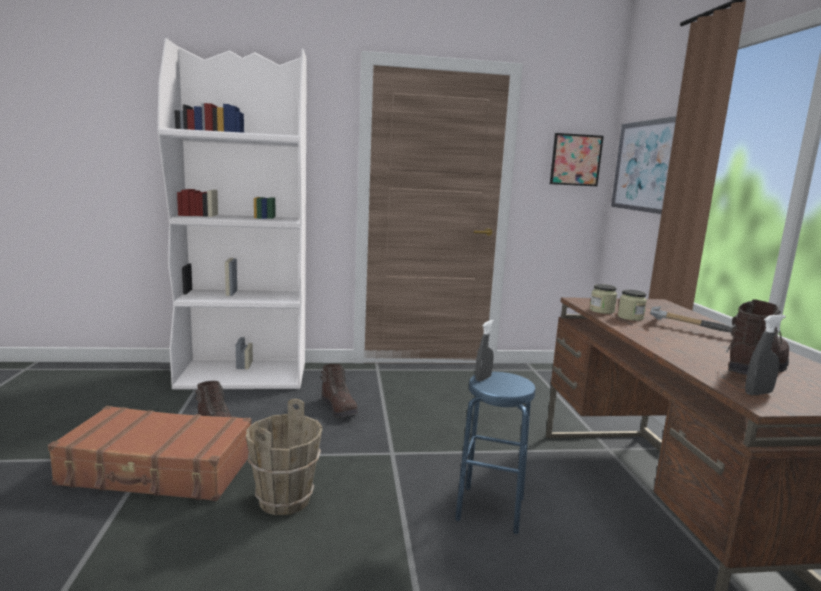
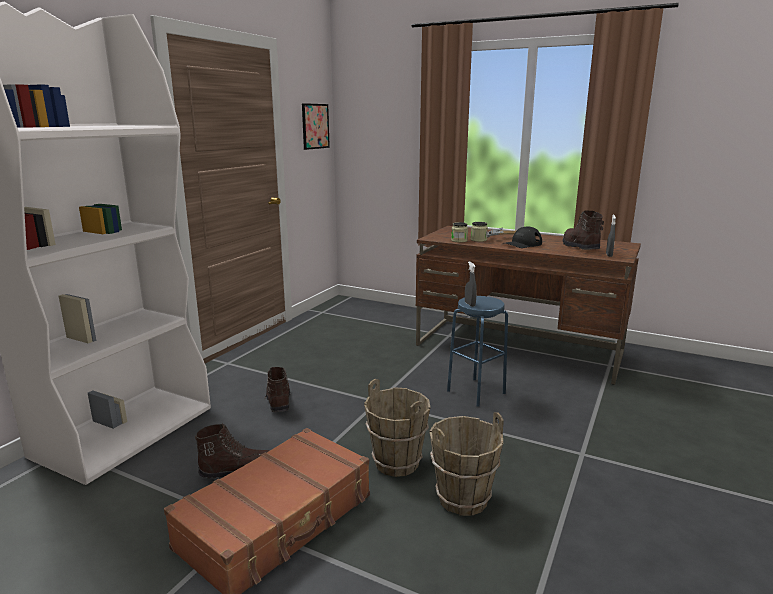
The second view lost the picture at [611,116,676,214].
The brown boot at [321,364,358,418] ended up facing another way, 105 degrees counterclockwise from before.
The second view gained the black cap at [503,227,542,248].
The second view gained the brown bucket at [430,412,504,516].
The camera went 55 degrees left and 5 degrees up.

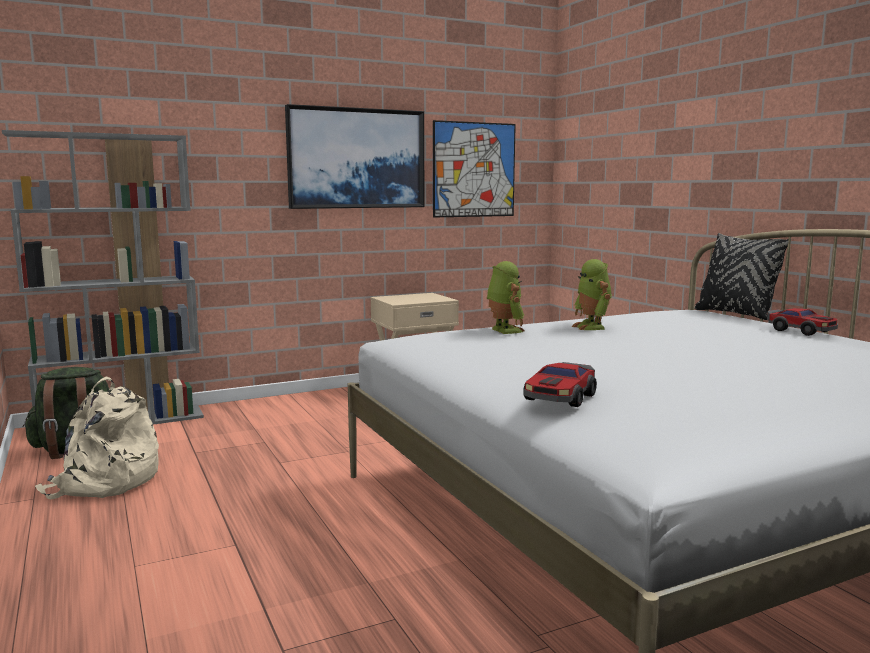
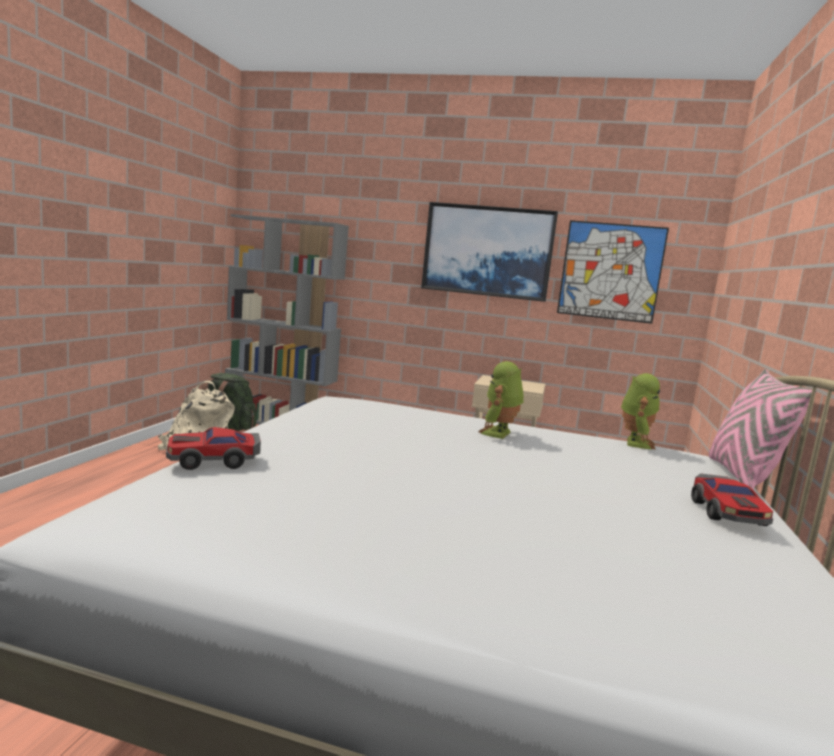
What was the black pillow at [694,233,789,320] turned into the pink pillow at [709,369,817,490].
The toy robot ended up elsewhere, having gone from [487,261,525,334] to [621,373,660,450].
The camera went 40 degrees right and 0 degrees up.

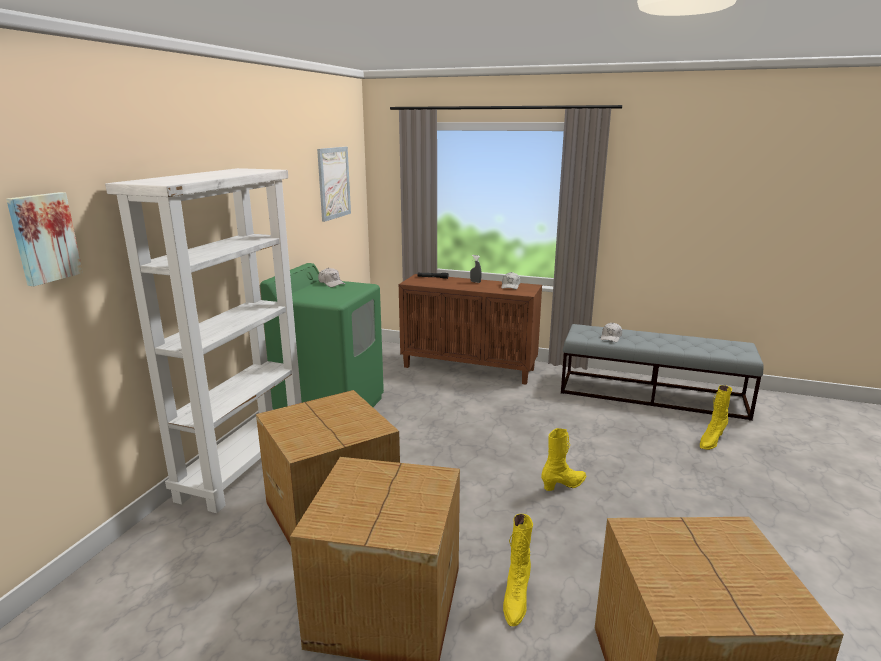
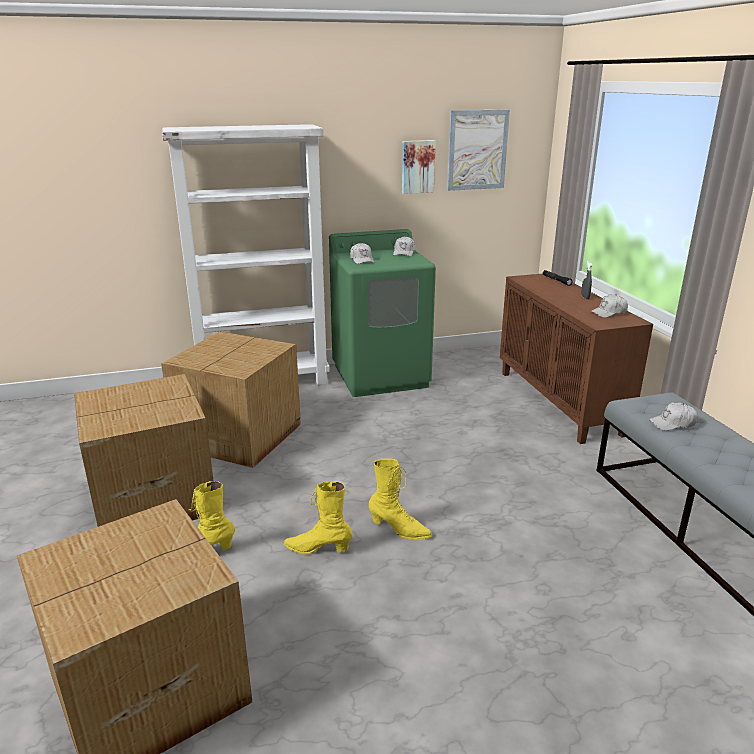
The picture ended up elsewhere, having gone from [6,192,83,286] to [402,140,436,194].
The yellow boot ended up elsewhere, having gone from [700,385,732,450] to [284,481,353,554].
The second view gained the white cap at [350,243,374,264].
The camera went 55 degrees right and 5 degrees up.

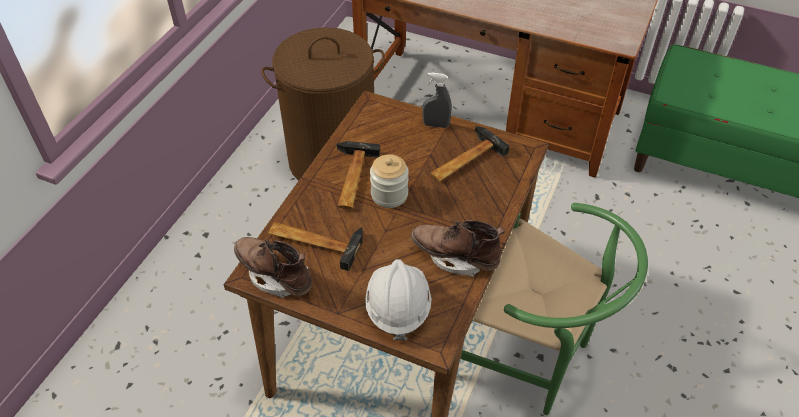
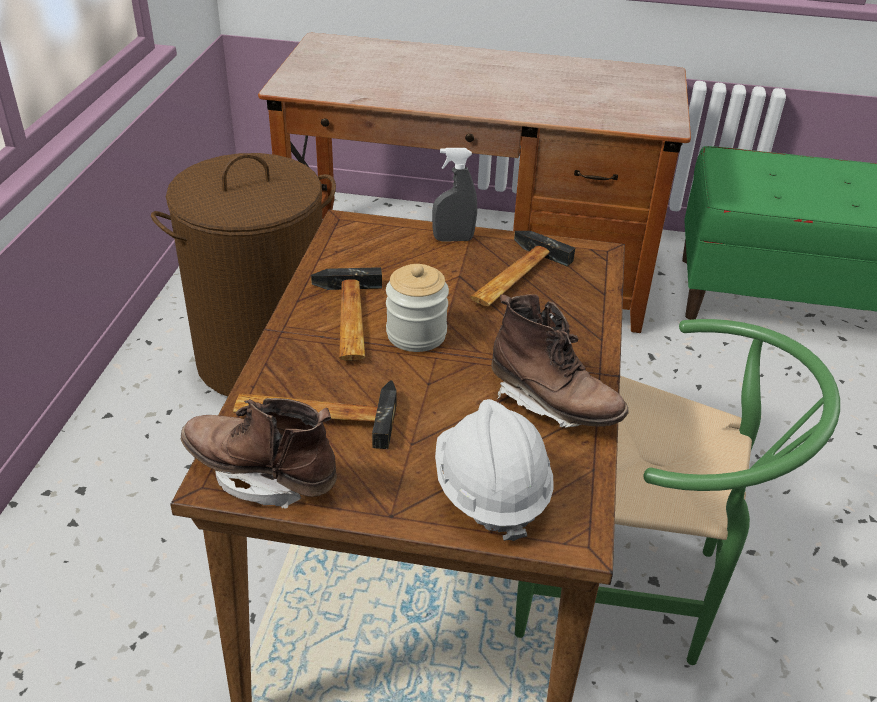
The brown boot at [411,220,505,277] ended up facing another way, 150 degrees counterclockwise from before.
The camera went 15 degrees left and 10 degrees down.

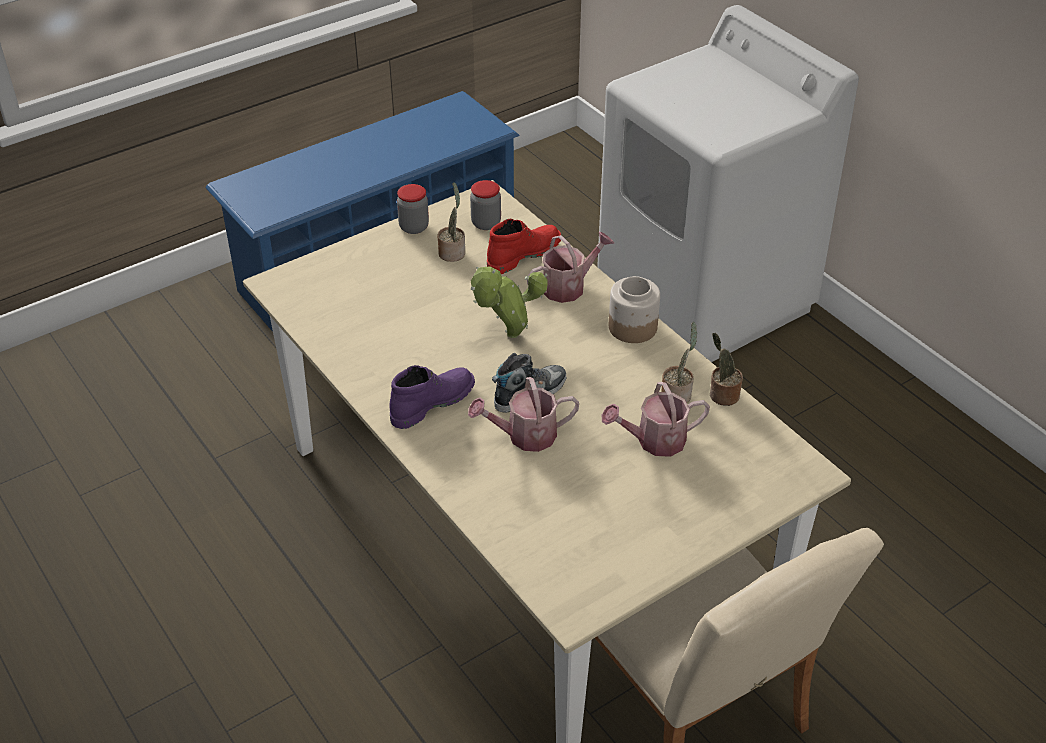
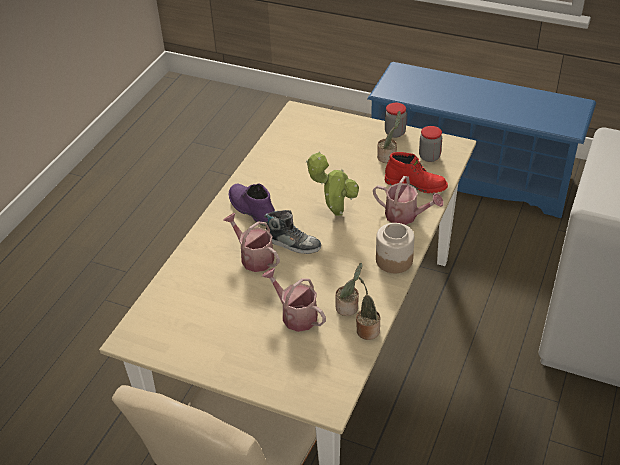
The purple boot at [389,365,475,429] ended up facing another way, 150 degrees counterclockwise from before.
The camera went 60 degrees right and 0 degrees up.

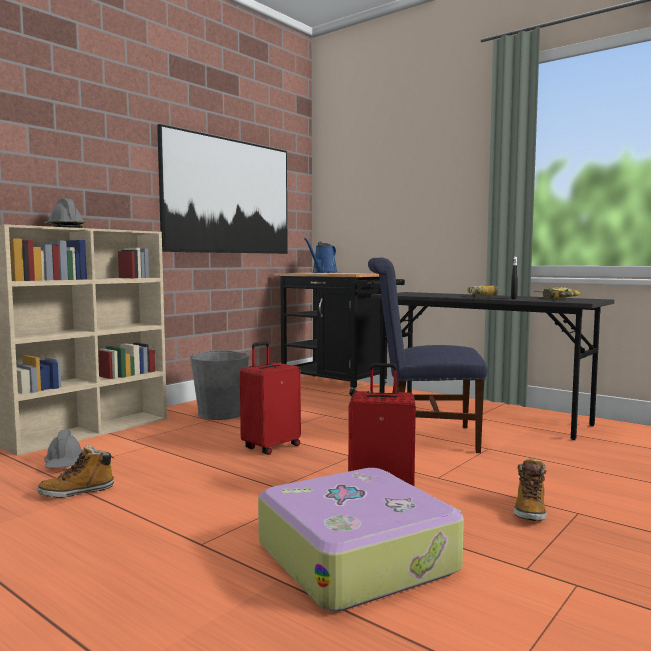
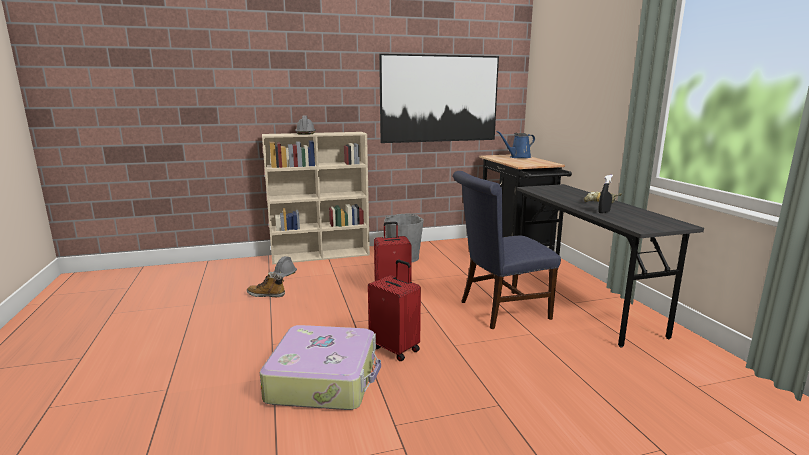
The blue chair at [368,258,488,453] ended up facing another way, 60 degrees counterclockwise from before.
The second view lost the power drill at [534,287,580,299].
The second view lost the boot at [513,458,547,521].
The camera went 35 degrees right and 10 degrees up.

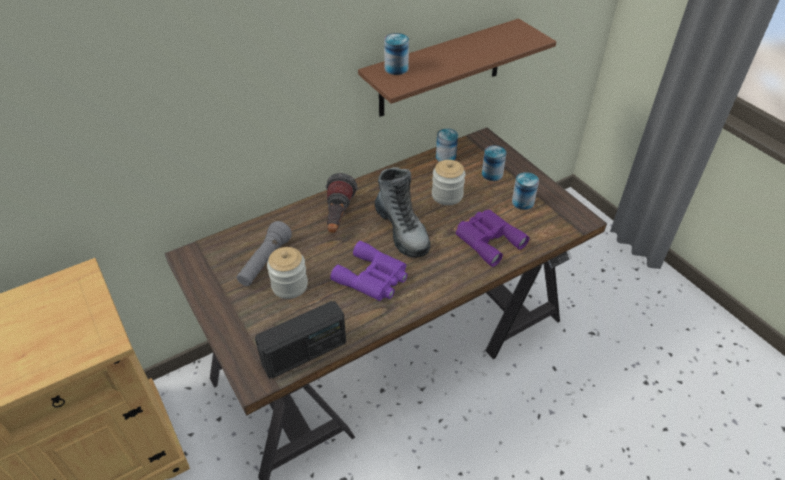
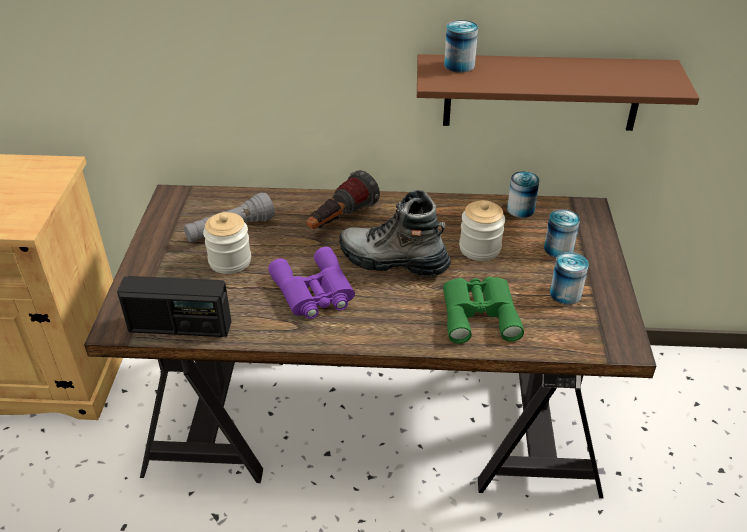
The boot at [375,167,430,258] ended up facing another way, 105 degrees clockwise from before.
What was the purple binoculars at [456,210,530,267] turned into the green binoculars at [443,277,524,344].
The camera went 35 degrees right and 5 degrees down.

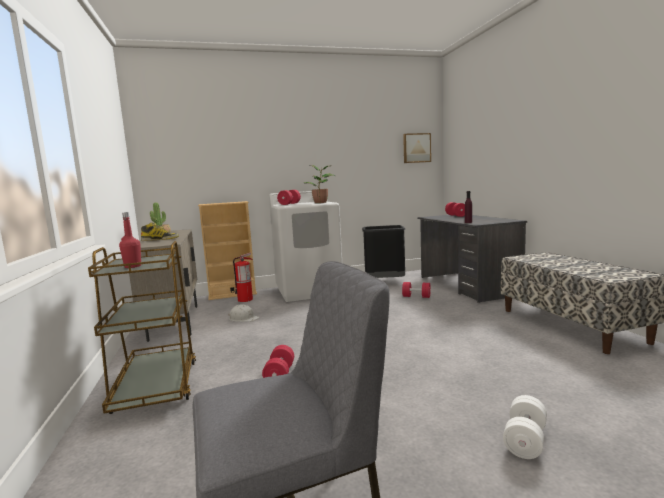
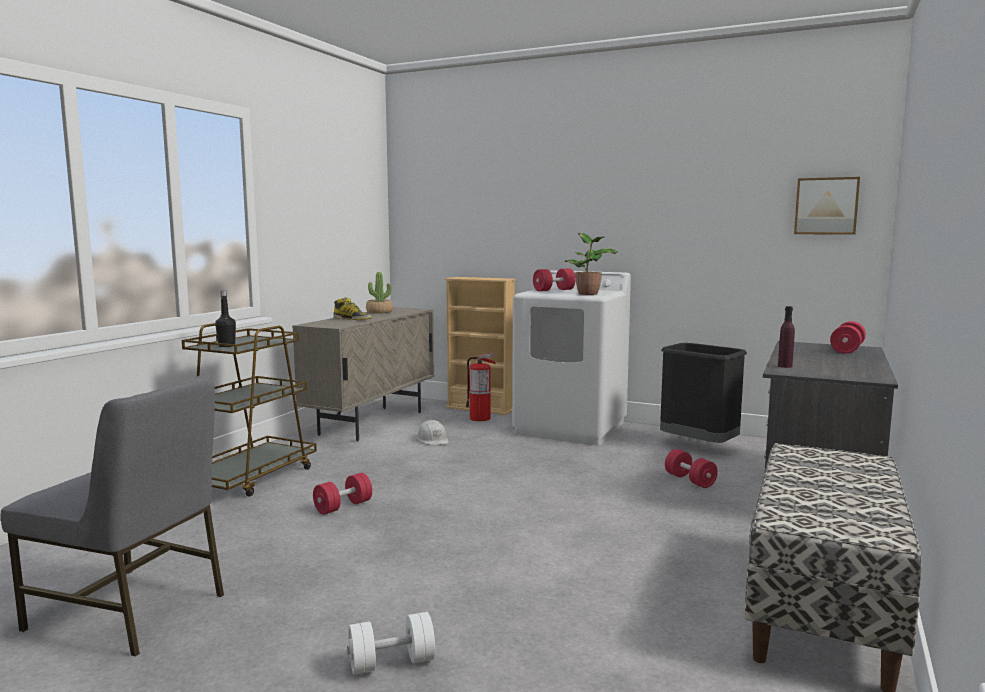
What was the red bottle at [119,212,141,268] turned into the black bottle at [215,291,236,347].
The camera went 40 degrees right and 0 degrees up.

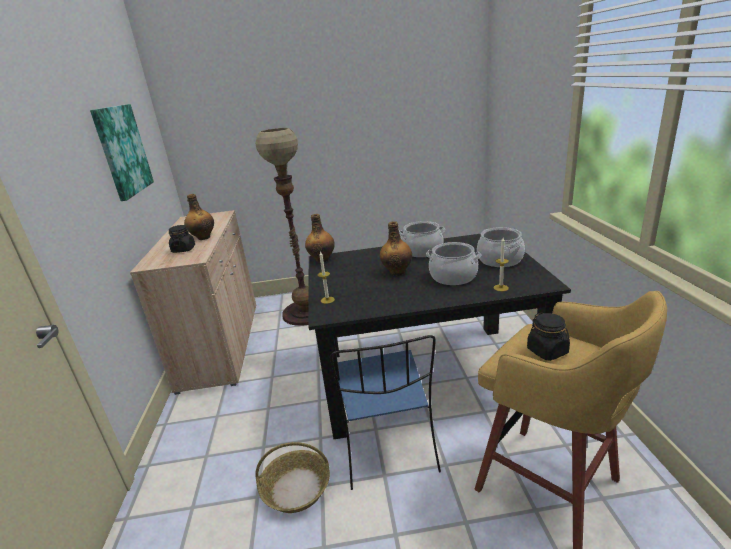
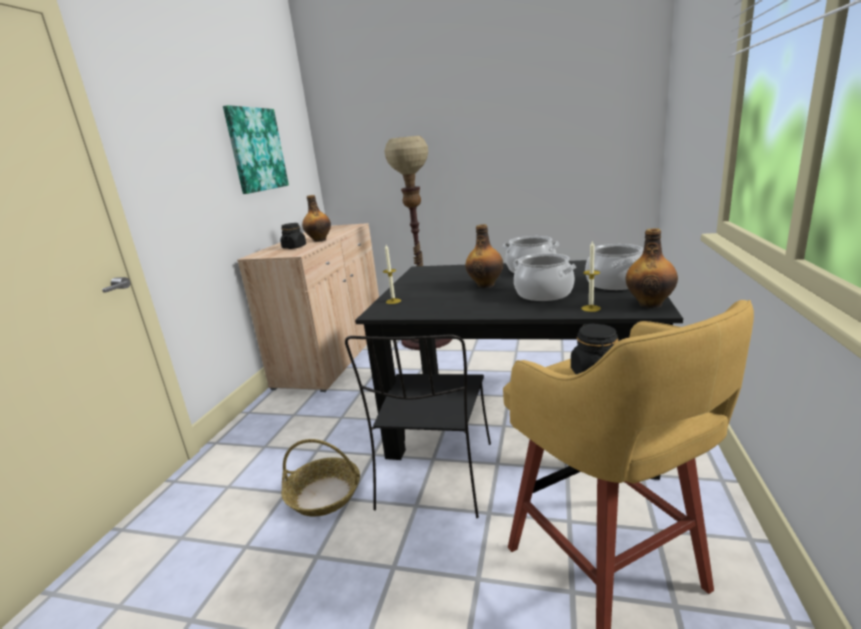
The bottle ended up elsewhere, having gone from [305,214,335,263] to [626,228,678,308].
What was the blue chair at [330,335,441,490] turned into the black chair at [345,335,491,518].
The camera went 20 degrees right and 5 degrees down.

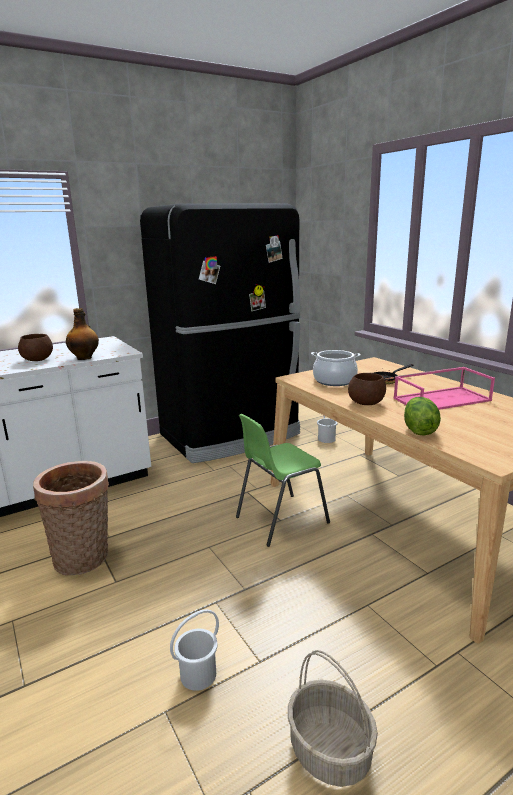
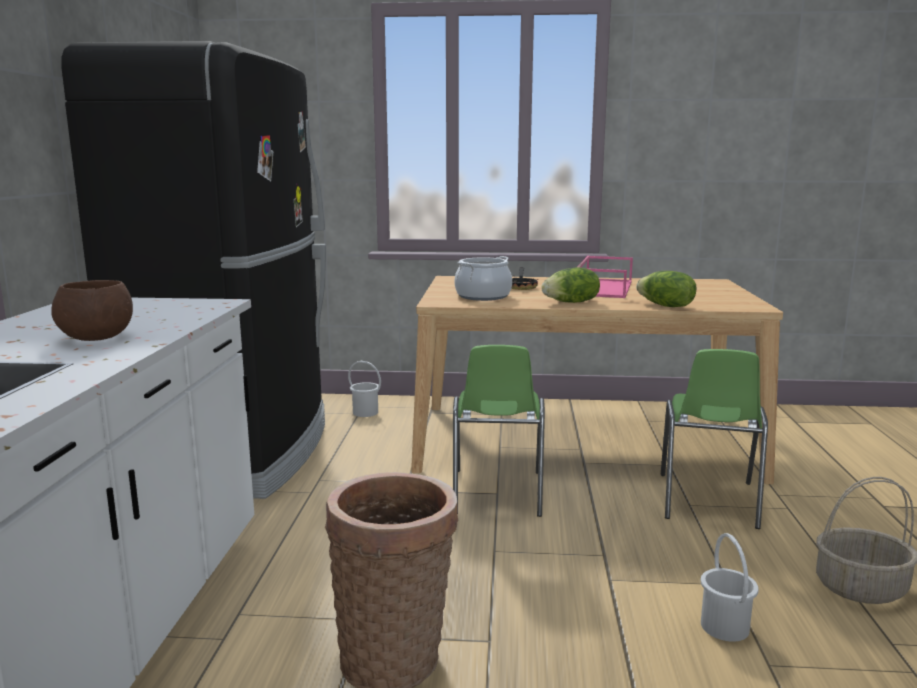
The second view lost the bottle at [66,308,99,360].
Where the brown bowl stood at [348,373,386,405], the lettuce came to stand at [542,267,600,303].
The second view gained the green chair at [661,349,768,529].
The camera went 55 degrees left and 5 degrees down.

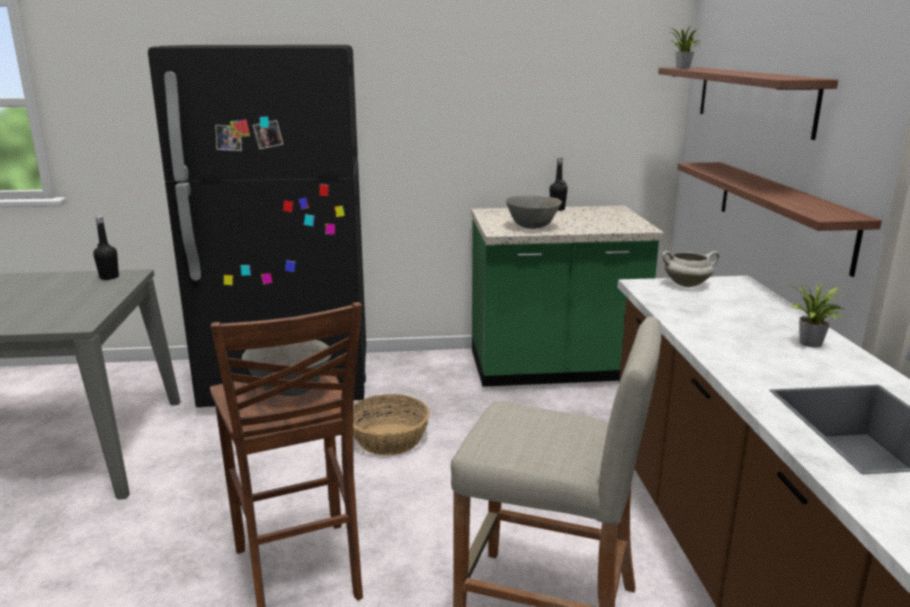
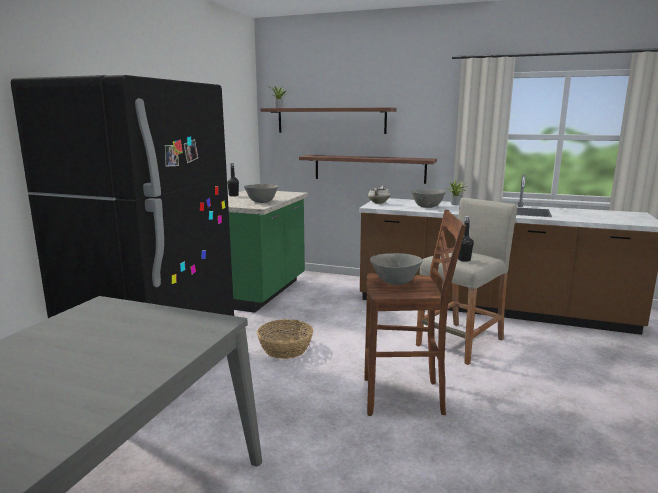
The black bottle ended up elsewhere, having gone from [93,216,119,280] to [458,216,474,262].
The second view gained the grey bowl at [411,189,446,208].
The camera went 65 degrees left and 5 degrees down.

